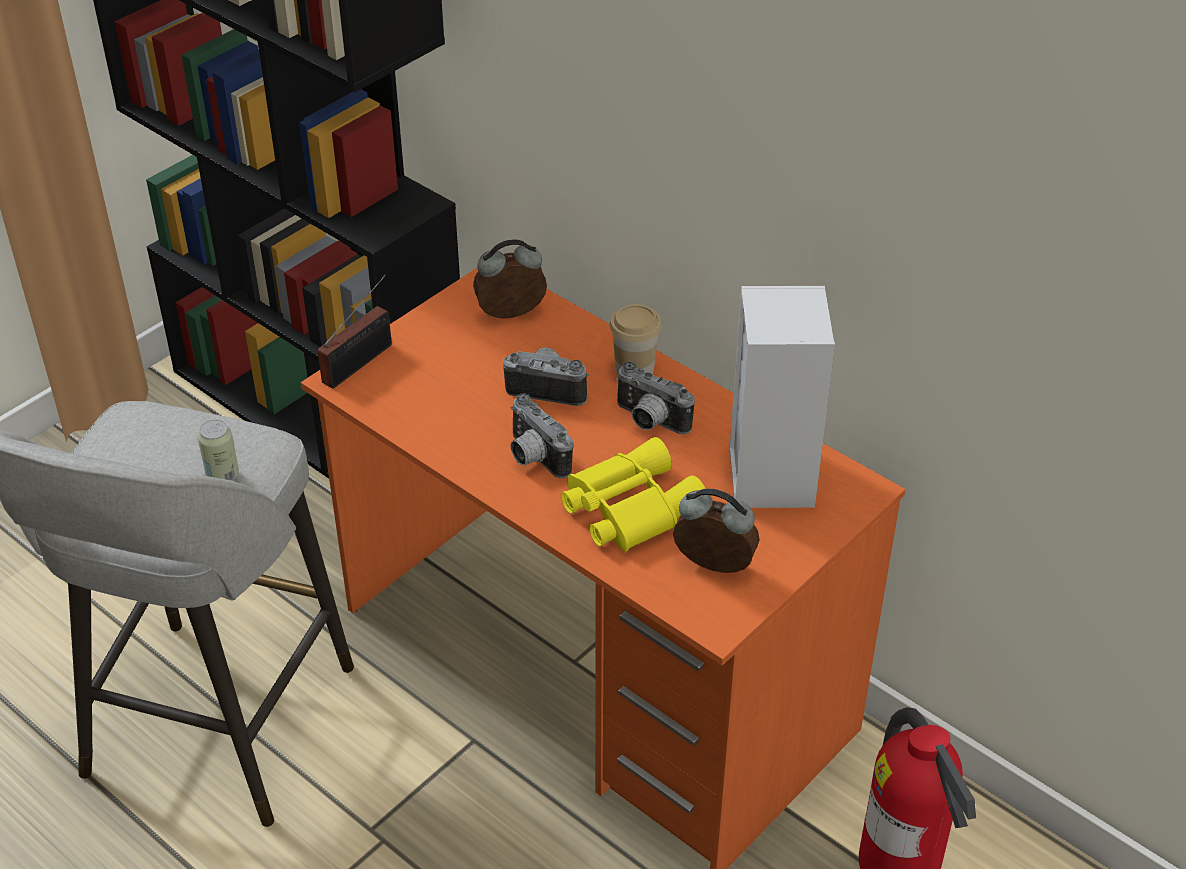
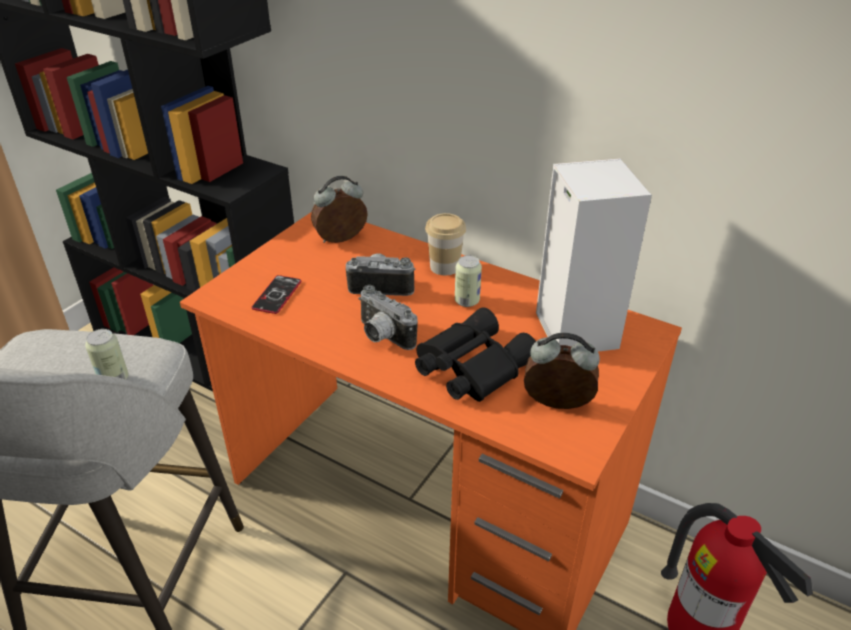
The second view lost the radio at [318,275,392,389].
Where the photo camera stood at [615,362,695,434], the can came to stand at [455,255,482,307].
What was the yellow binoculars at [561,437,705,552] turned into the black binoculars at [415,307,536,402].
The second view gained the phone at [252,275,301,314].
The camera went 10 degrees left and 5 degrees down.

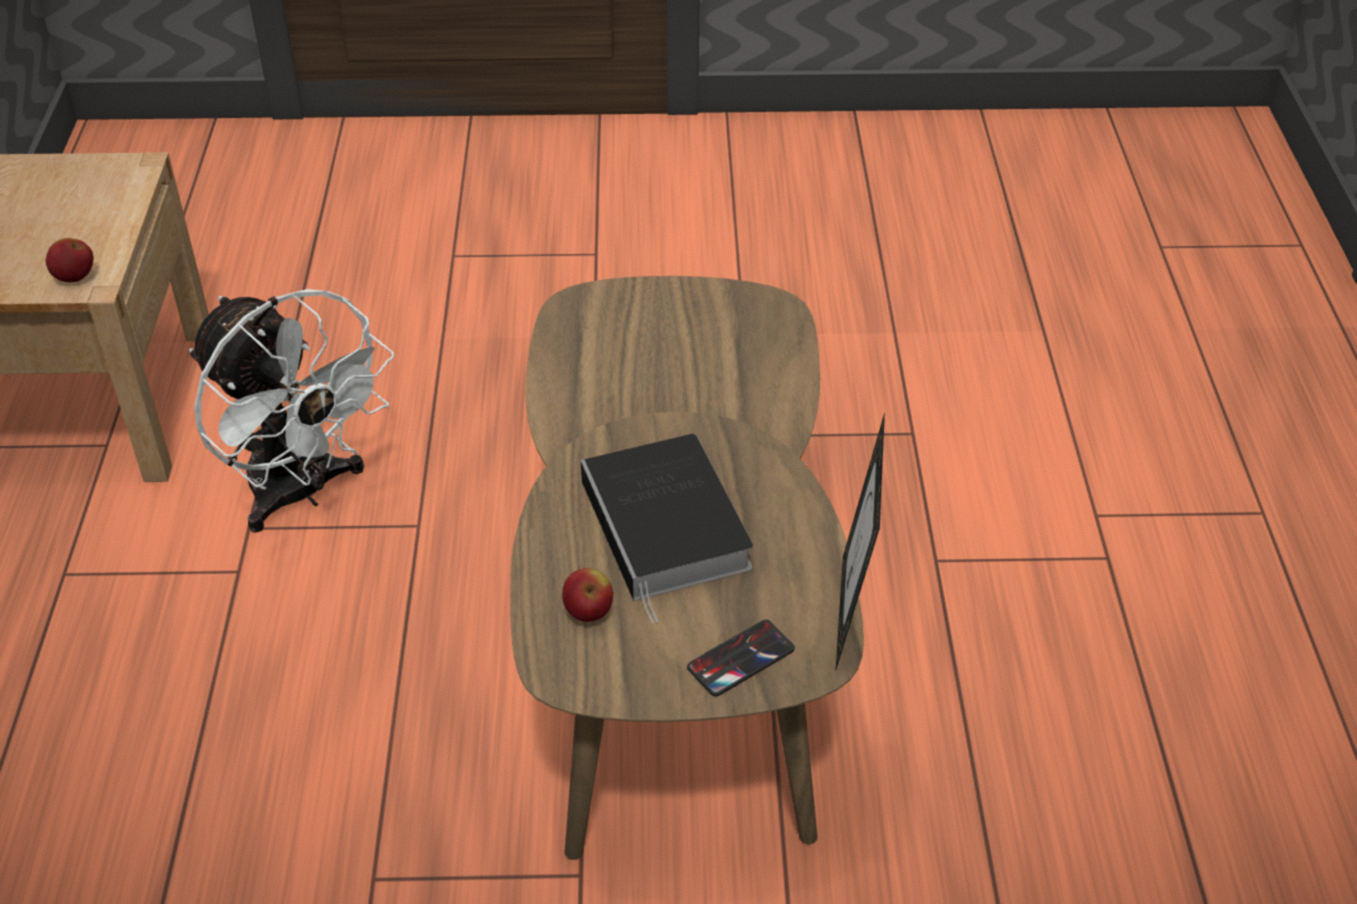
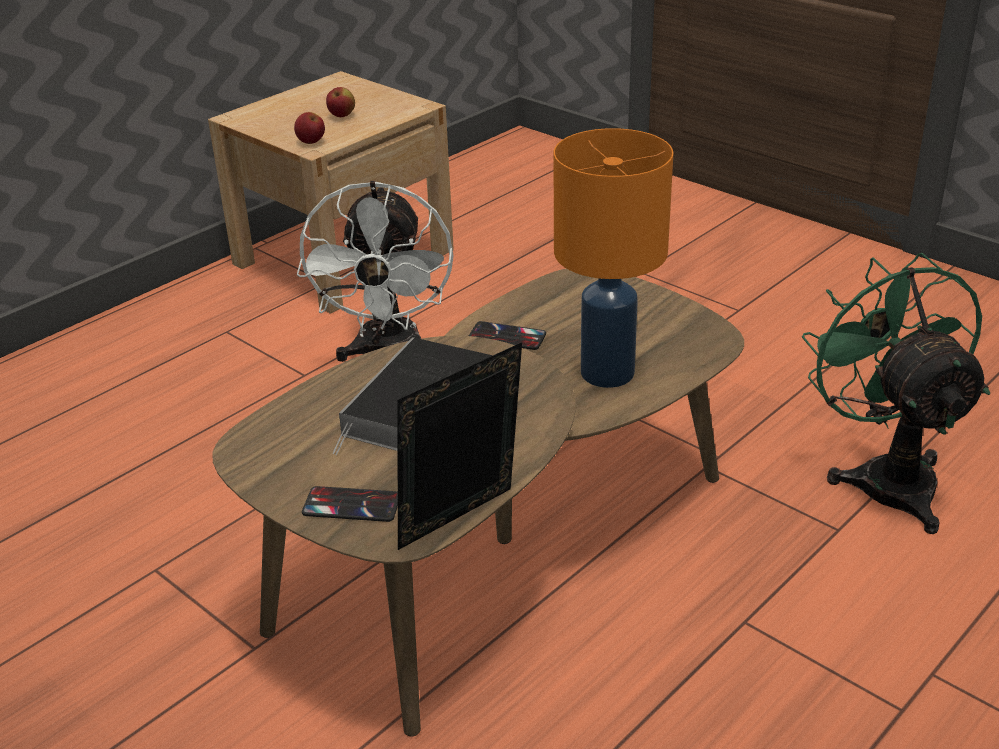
The apple ended up elsewhere, having gone from [562,568,613,622] to [326,87,355,117].
The second view gained the orange table lamp at [554,128,673,388].
The second view gained the green fan at [802,253,990,534].
The second view gained the phone at [469,321,546,350].
The camera went 45 degrees right and 10 degrees down.

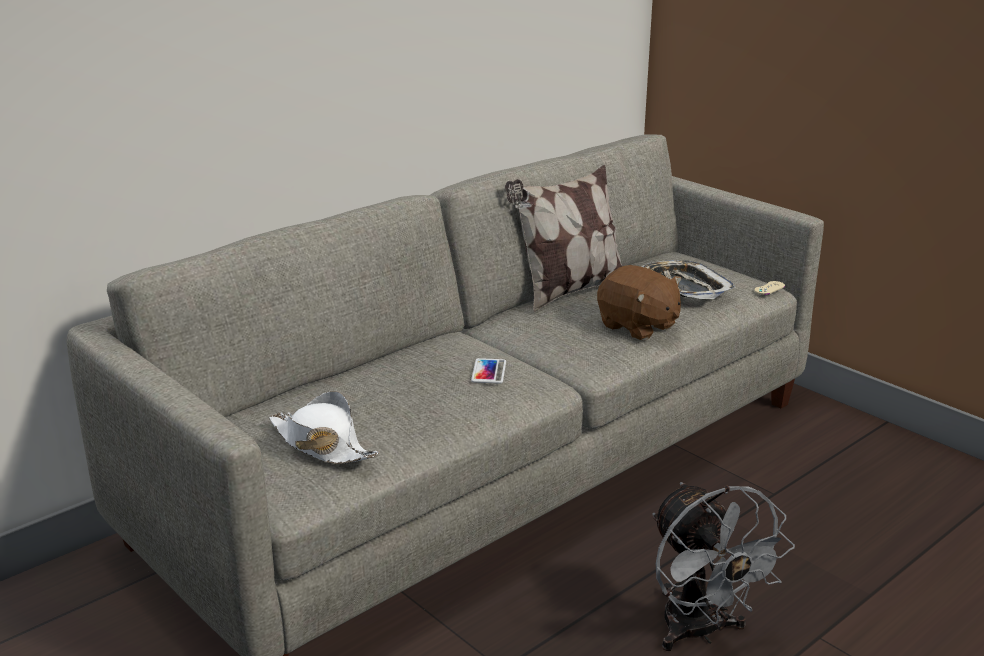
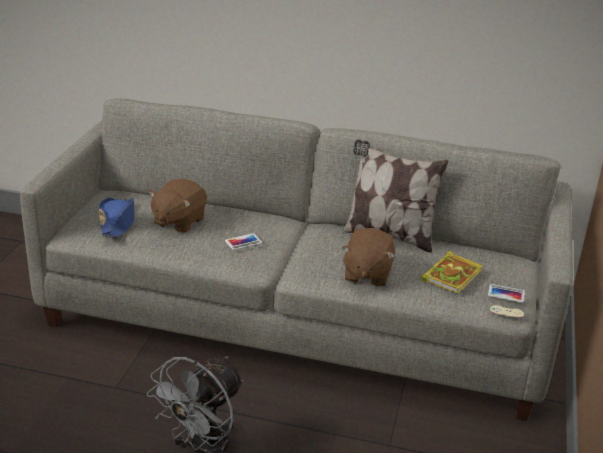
Where the tray stood at [641,260,736,299], the book came to stand at [421,251,483,294].
What was the white hat at [269,391,380,464] turned into the blue hat at [99,197,134,238].
The second view gained the brown plush toy at [149,179,207,233].
The second view gained the phone at [488,284,525,303].
The camera went 55 degrees right and 5 degrees up.

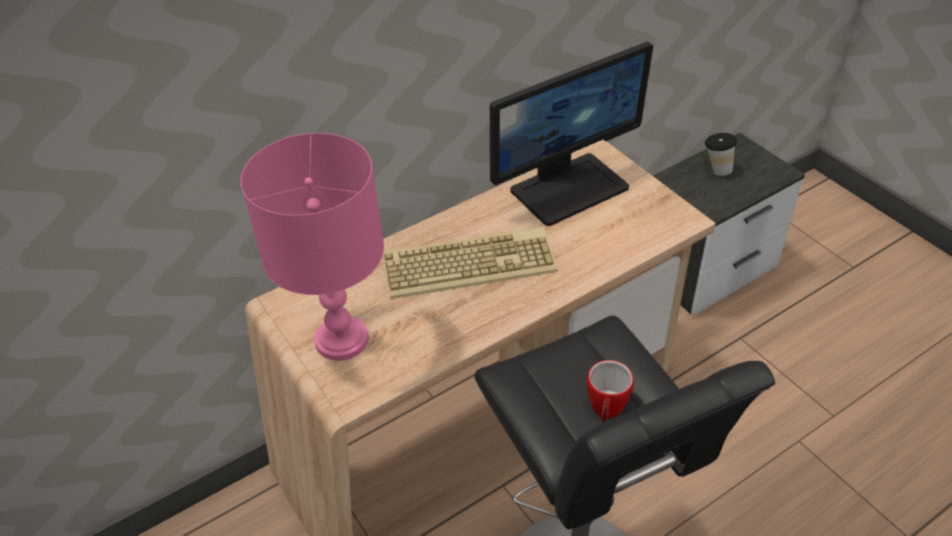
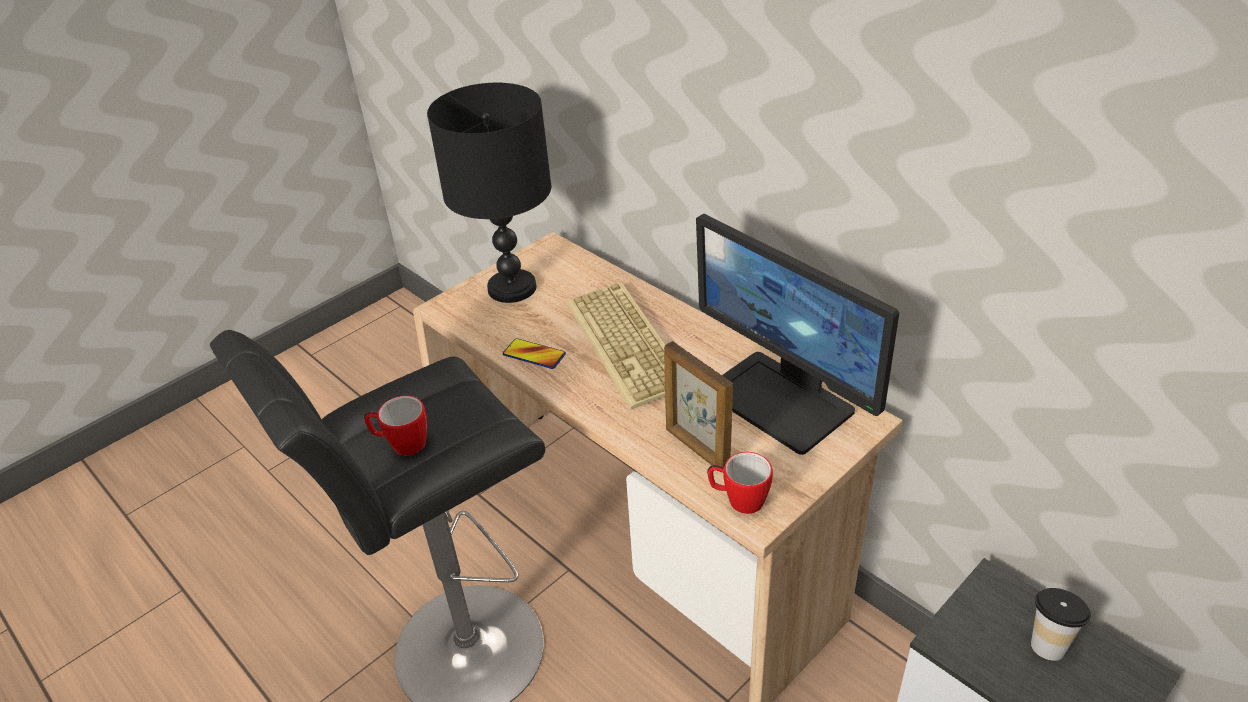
What was the pink table lamp at [240,133,384,361] turned into the black table lamp at [427,83,551,303].
The second view gained the phone at [503,338,566,369].
The second view gained the picture frame at [664,341,733,467].
The second view gained the mug at [707,452,773,514].
The camera went 80 degrees right and 5 degrees down.

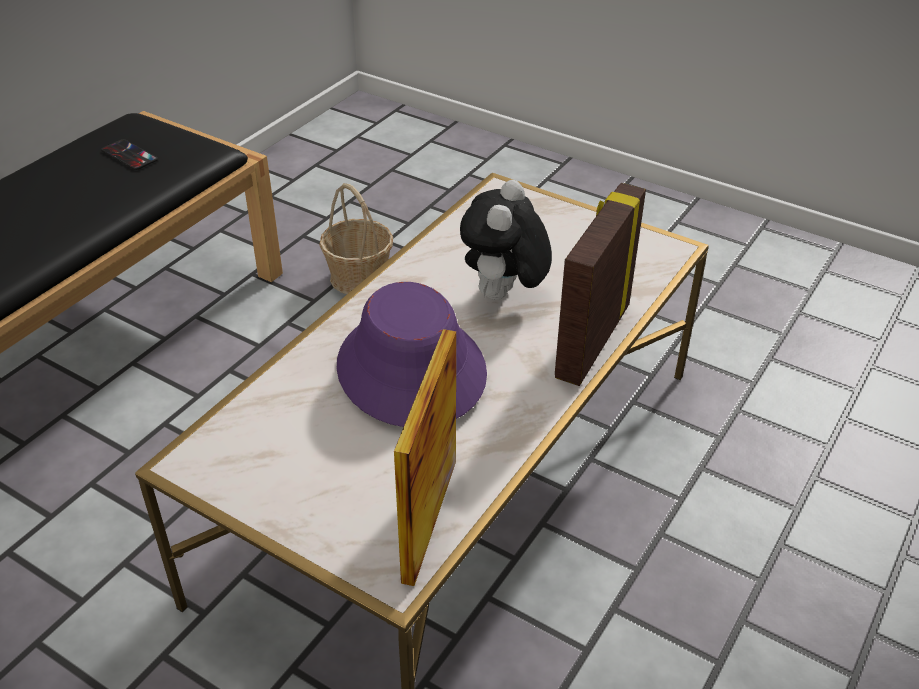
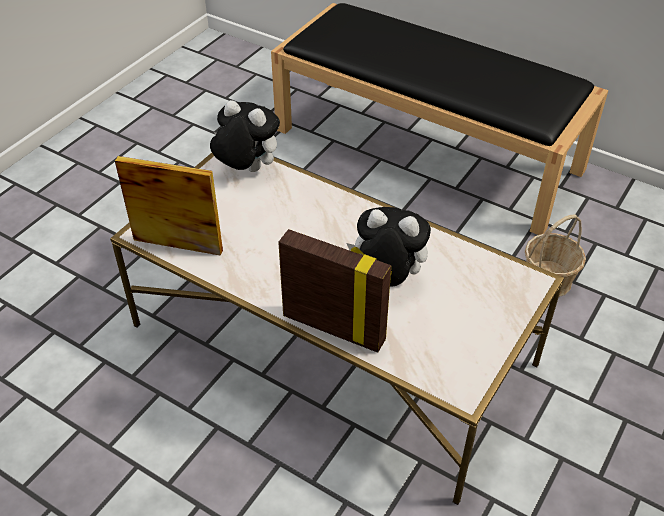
The second view lost the phone at [101,139,158,170].
The second view lost the purple hat at [337,282,487,427].
The second view gained the plush toy at [210,100,280,172].
The camera went 90 degrees right and 5 degrees up.

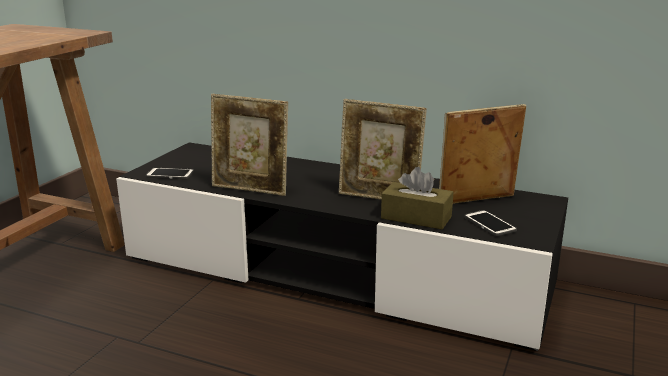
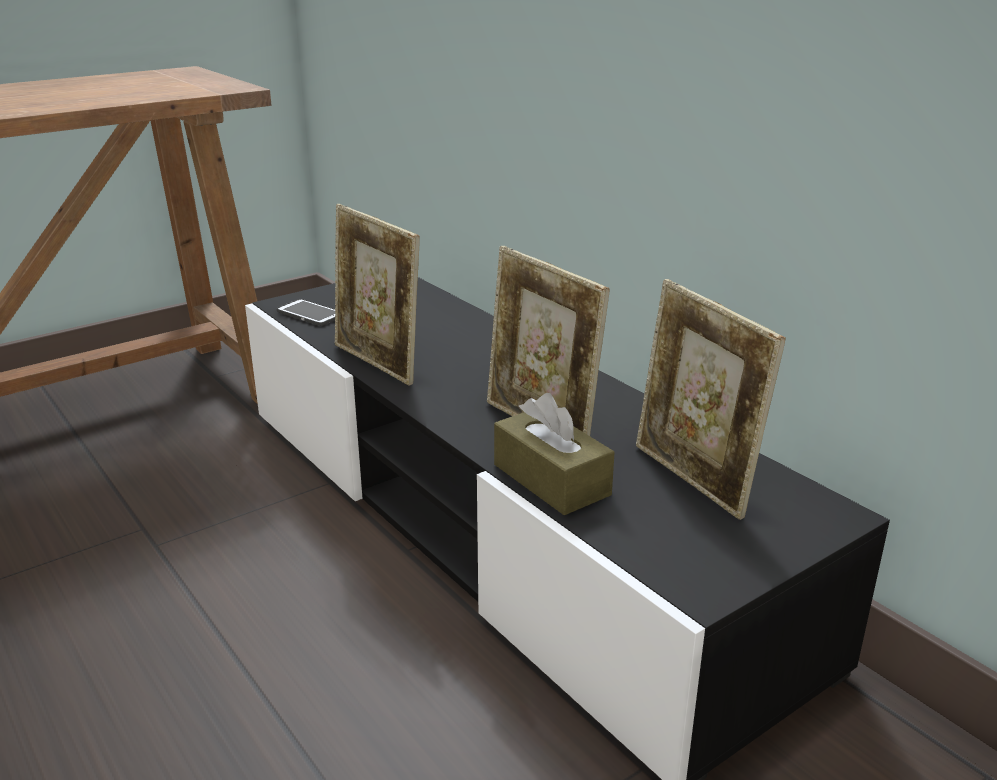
The picture frame at [439,104,526,204] ended up facing another way, 135 degrees counterclockwise from before.
The second view lost the phone at [464,210,517,236].
The camera went 30 degrees right and 5 degrees up.

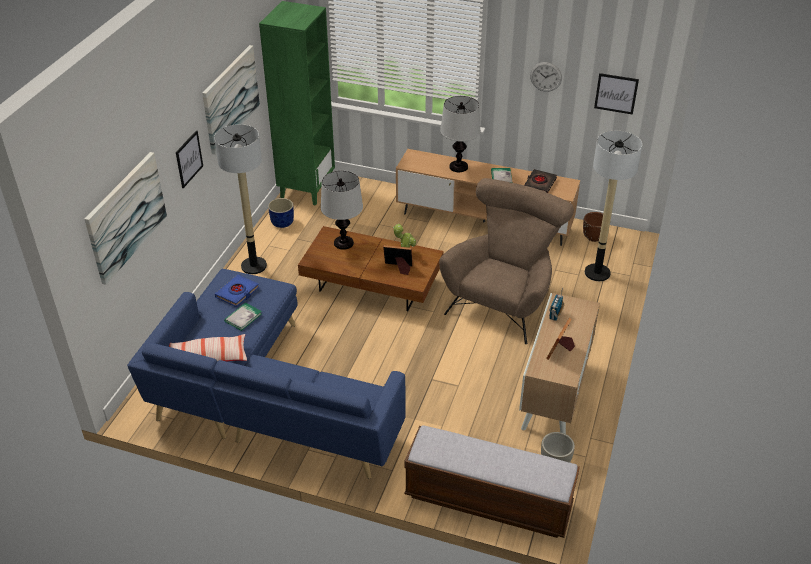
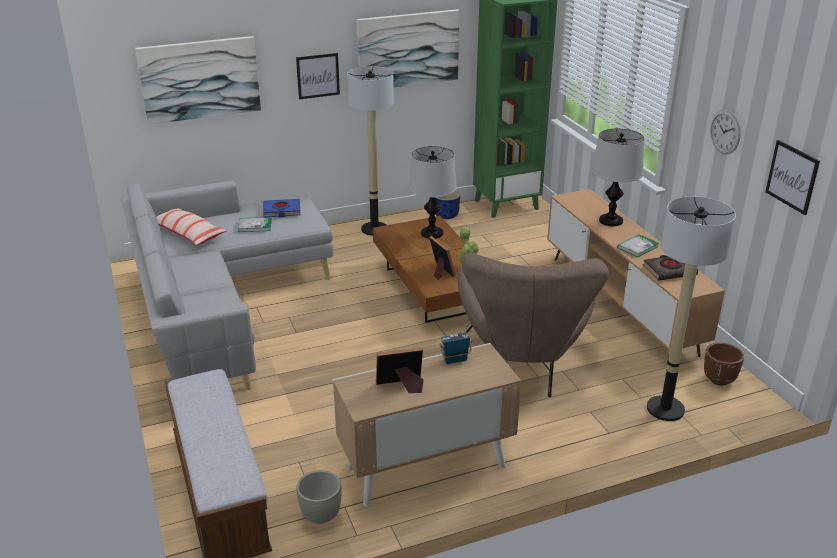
The brown armchair at [439,178,574,344] ended up facing another way, 105 degrees clockwise from before.
What was the blue sofa at [127,269,406,479] turned into the grey sofa at [121,181,333,390].
The camera went 50 degrees right and 10 degrees down.

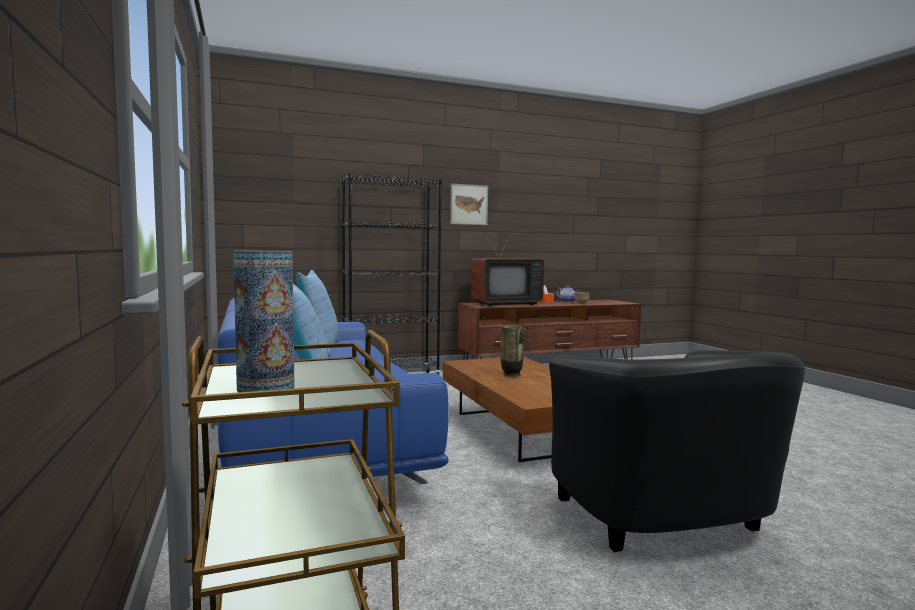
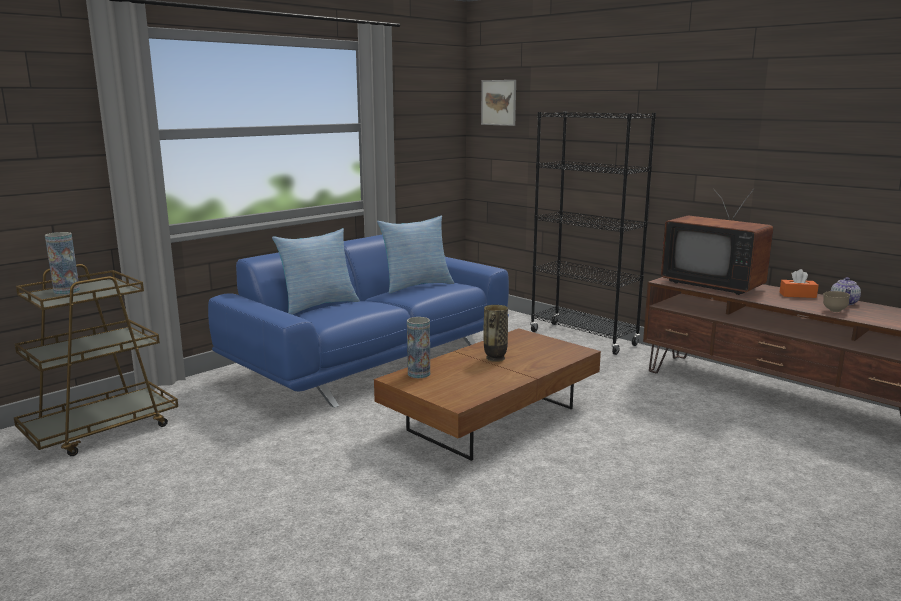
The picture ended up elsewhere, having gone from [450,184,488,225] to [481,80,516,126].
The second view lost the black armchair at [549,350,805,552].
The second view gained the vase at [407,317,430,378].
The camera went 65 degrees right and 10 degrees up.

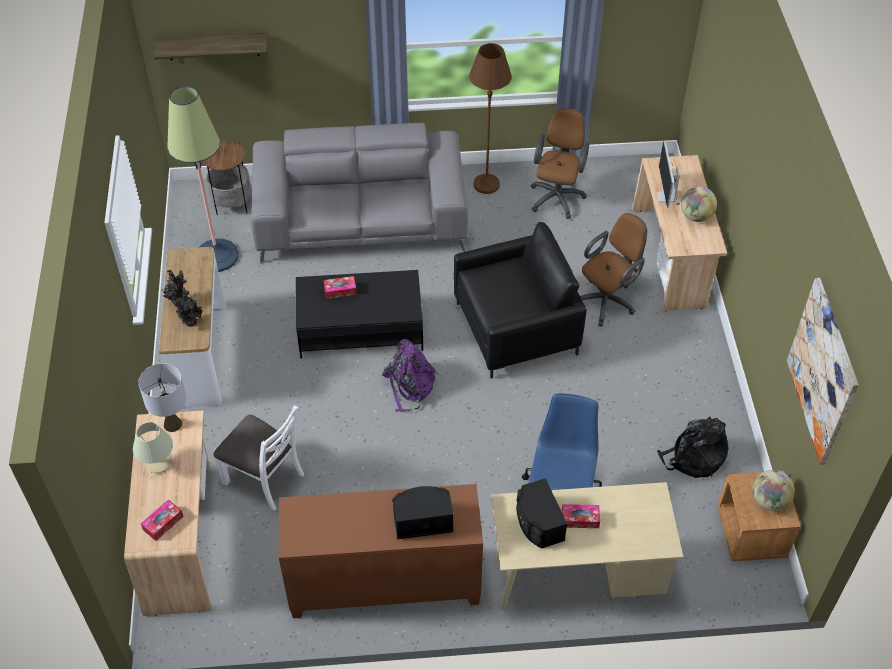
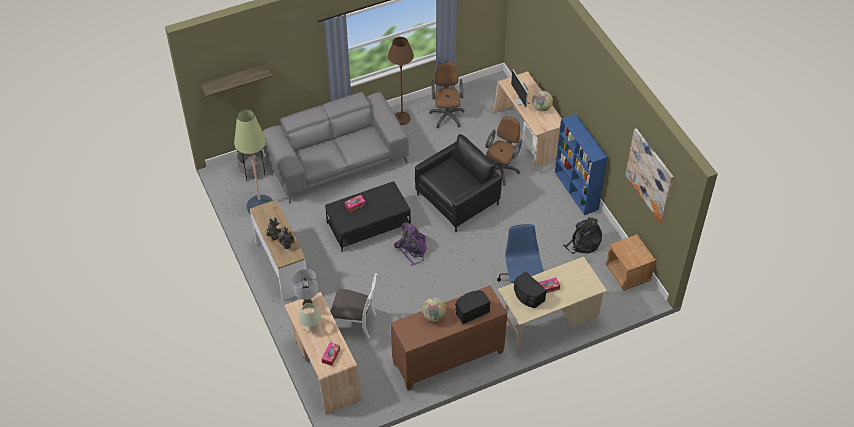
The globe ended up elsewhere, having gone from [752,470,795,511] to [422,298,446,322].
The second view gained the blue bookcase at [555,114,608,215].
The camera went 20 degrees left and 0 degrees up.

